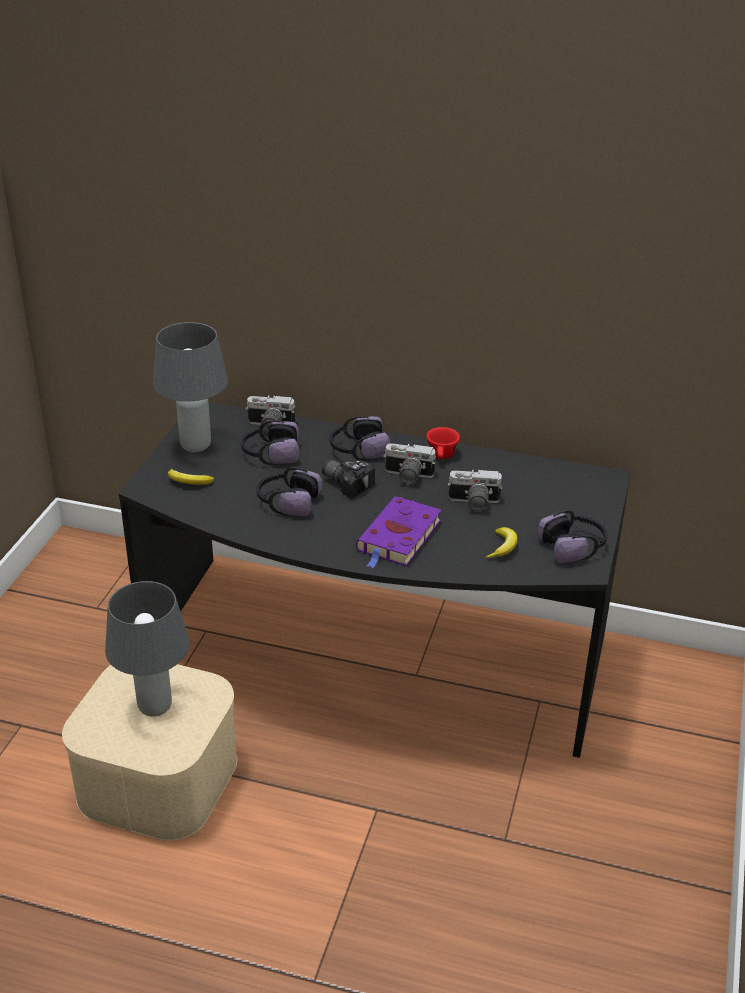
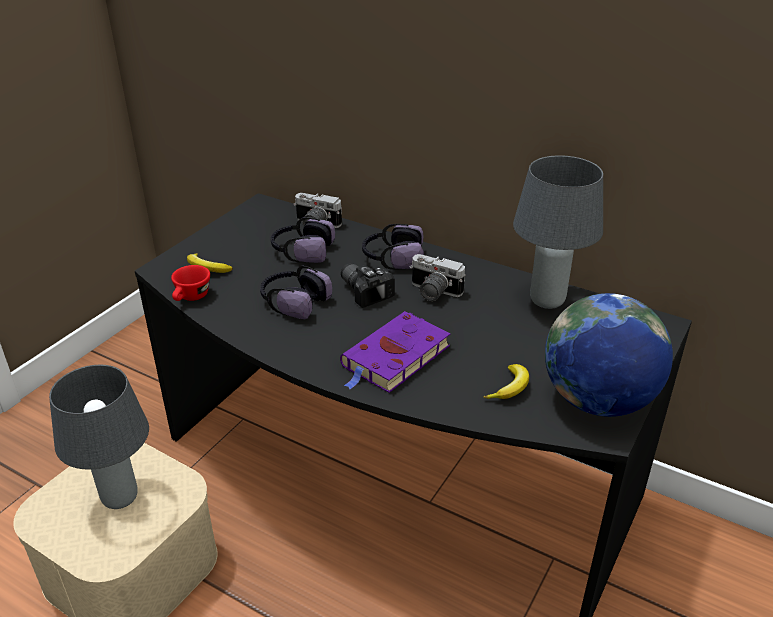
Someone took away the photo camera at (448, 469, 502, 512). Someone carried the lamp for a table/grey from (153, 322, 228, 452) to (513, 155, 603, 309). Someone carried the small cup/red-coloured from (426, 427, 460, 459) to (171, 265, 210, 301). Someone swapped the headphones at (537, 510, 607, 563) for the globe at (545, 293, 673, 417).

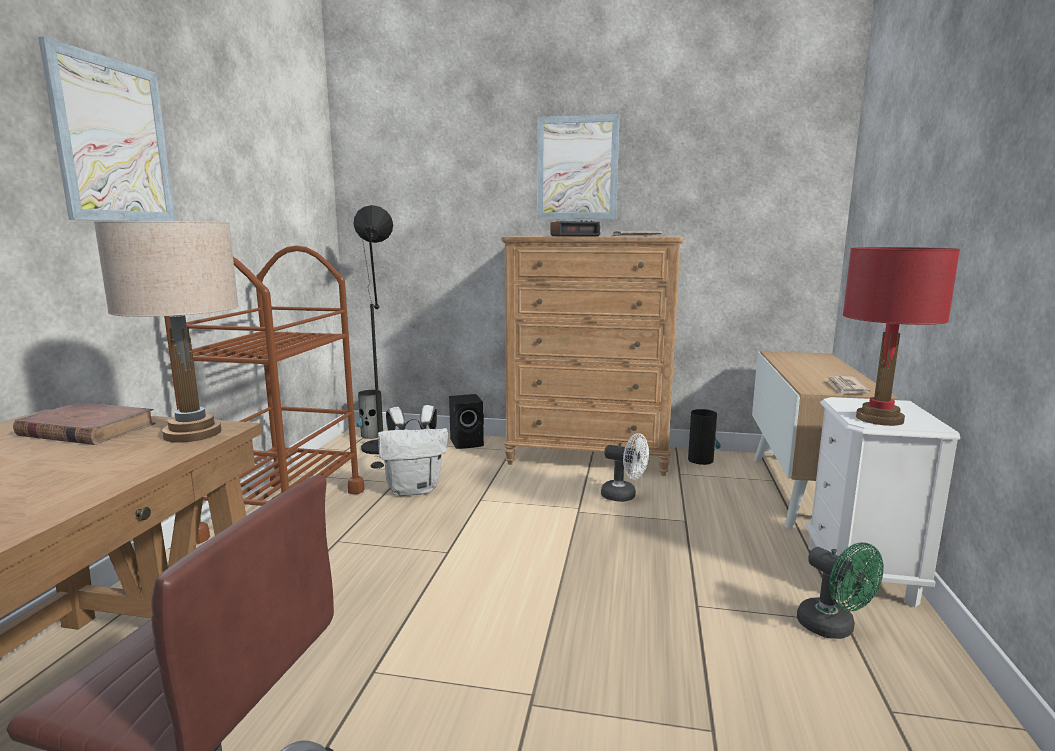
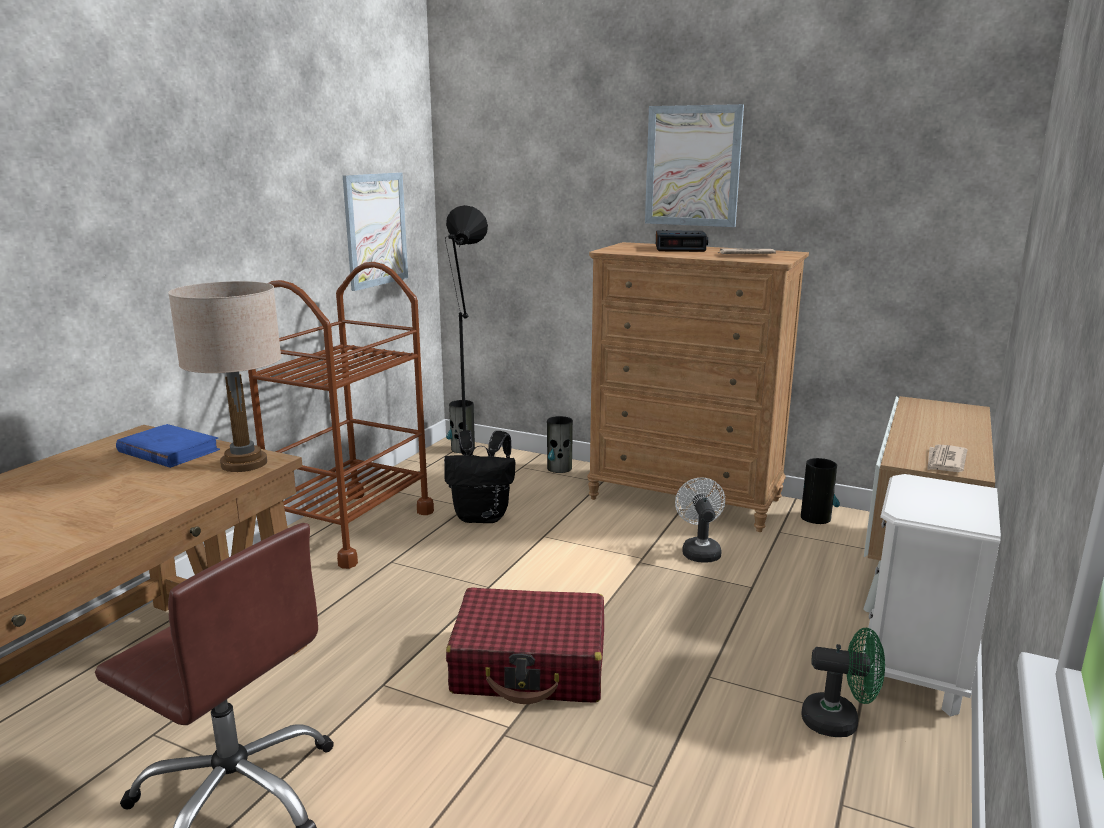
Someone took away the lamp for a table/red-coloured at (843, 247, 960, 426). Someone put down the piece of luggage/red-coloured at (446, 587, 604, 704). Someone carried the wall art from (38, 37, 175, 221) to (343, 173, 408, 291). Someone swapped the loudspeaker/black at (449, 394, 484, 449) for the flower vase at (547, 416, 573, 473). Someone repainted the bound book/brown-coloured at (13, 402, 156, 445), which became the bound book/blue-coloured at (116, 424, 220, 468). Someone repainted the backpack/white at (378, 405, 448, 496), which became the backpack/black at (444, 430, 515, 523). Someone rotated the cooling fan/white at (601, 433, 649, 502) by 135 degrees counterclockwise. Someone rotated the cooling fan/green at (797, 542, 884, 639) by 60 degrees counterclockwise.

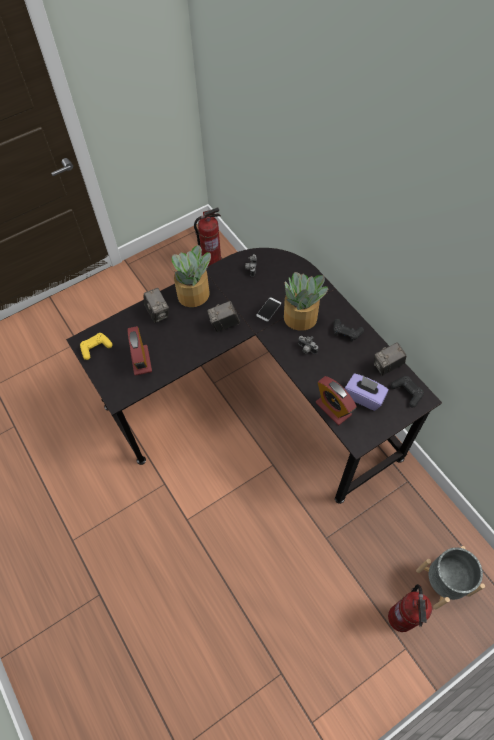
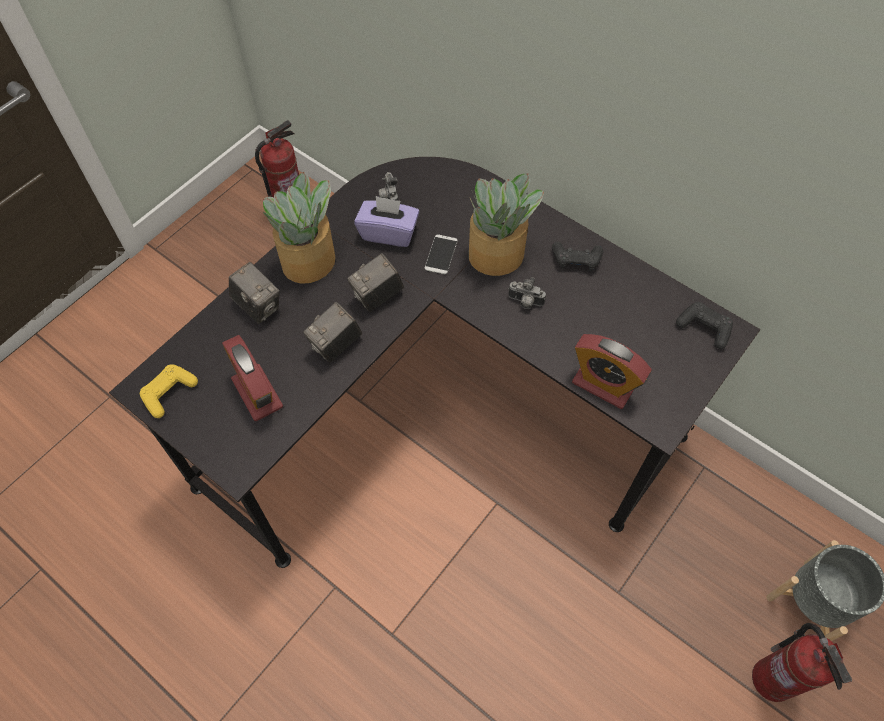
Someone carried the tissue box/purple-coloured from (345, 374, 389, 411) to (354, 196, 420, 247). Someone carried the photo camera from (374, 342, 406, 376) to (303, 302, 362, 363).

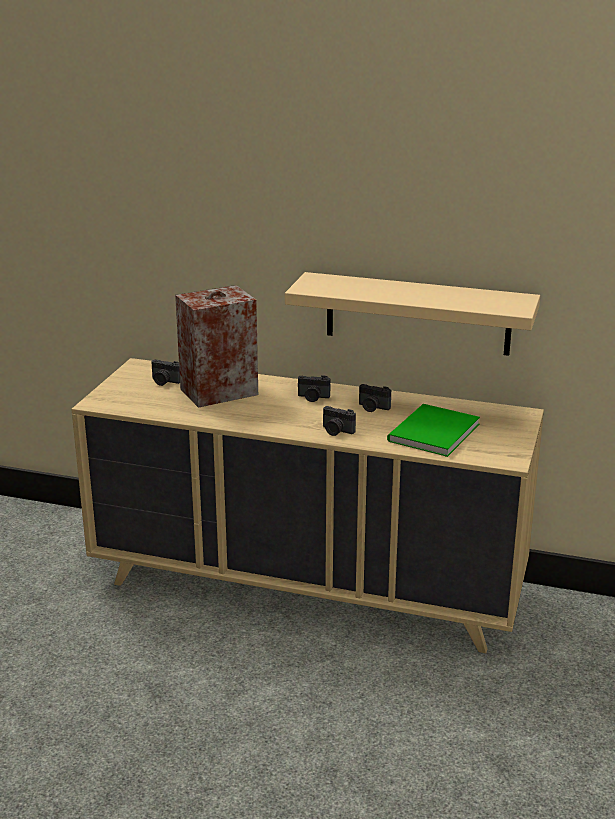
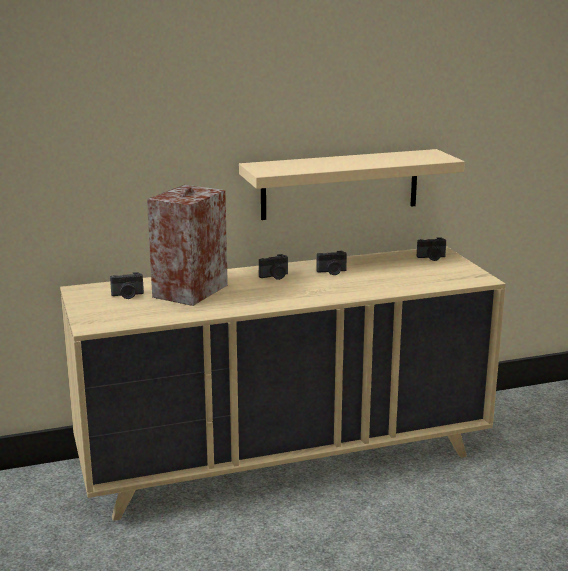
Someone took away the bound book/green at (387, 404, 480, 457). Someone carried the photo camera from (323, 406, 356, 436) to (417, 238, 446, 261).

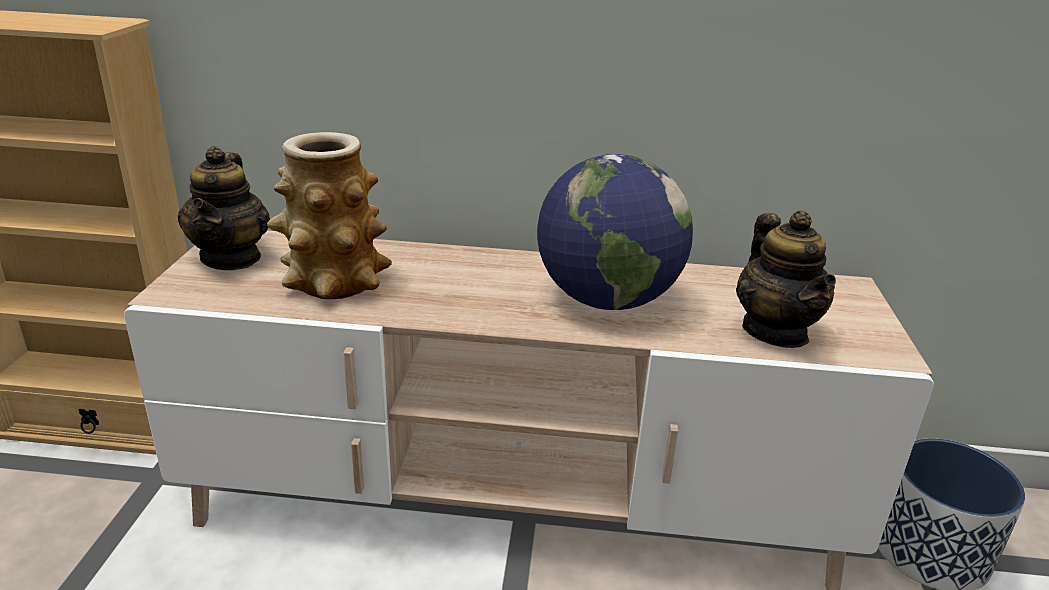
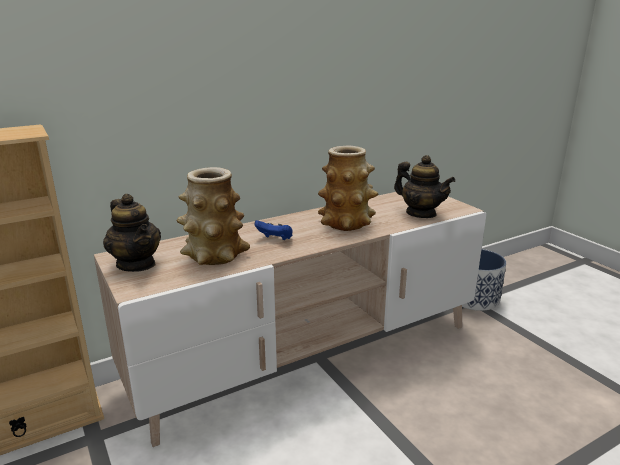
Someone put down the game controller/blue-coloured at (254, 220, 292, 240). Someone swapped the globe at (537, 154, 693, 310) for the flower vase at (318, 145, 378, 231).

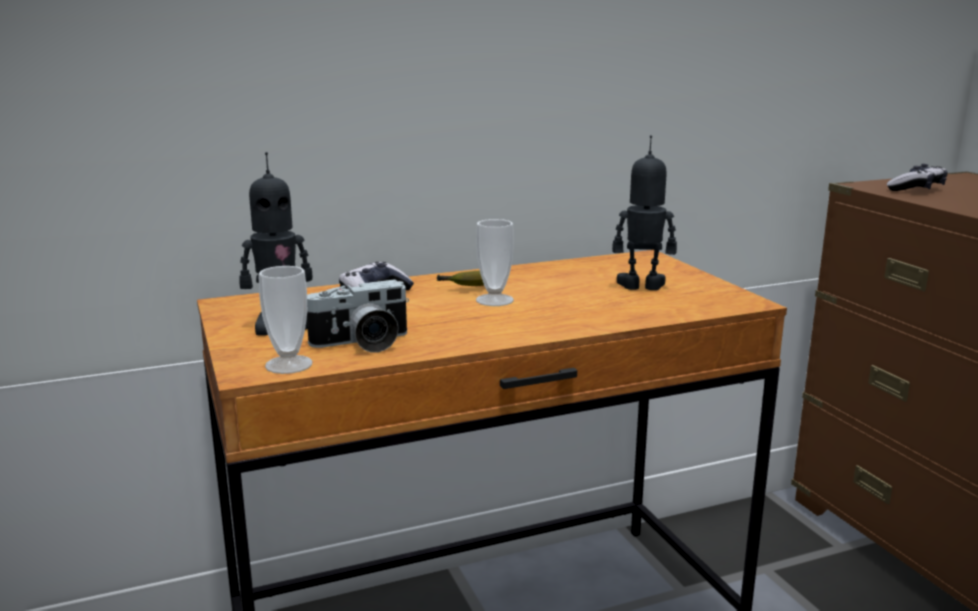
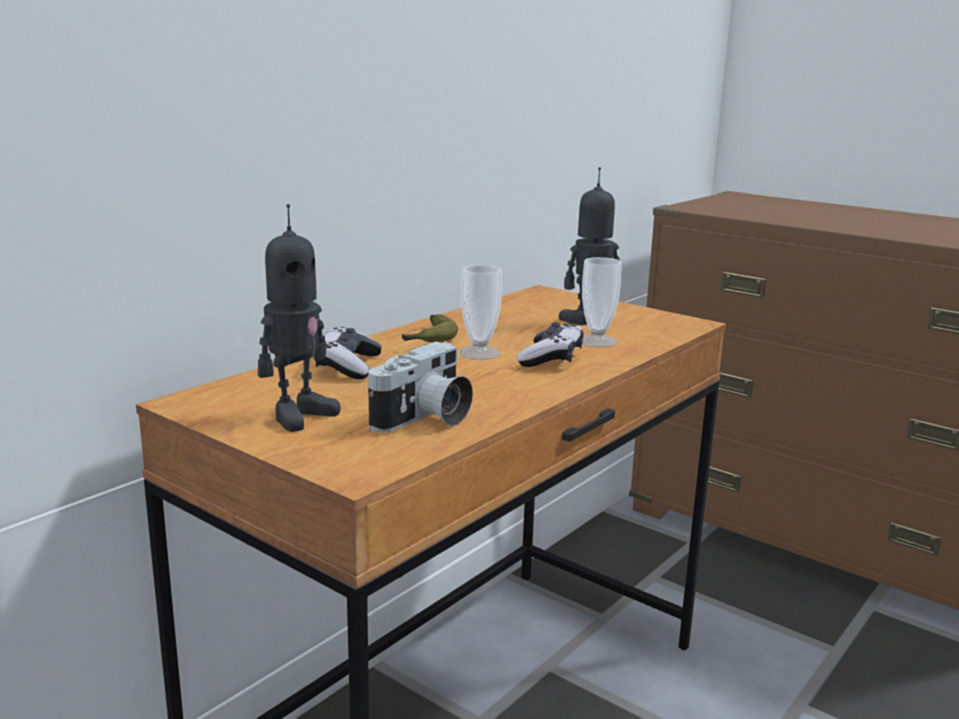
Someone carried the small cup from (258, 266, 313, 374) to (582, 257, 622, 347). Someone carried the game controller from (887, 164, 947, 191) to (517, 322, 584, 367).

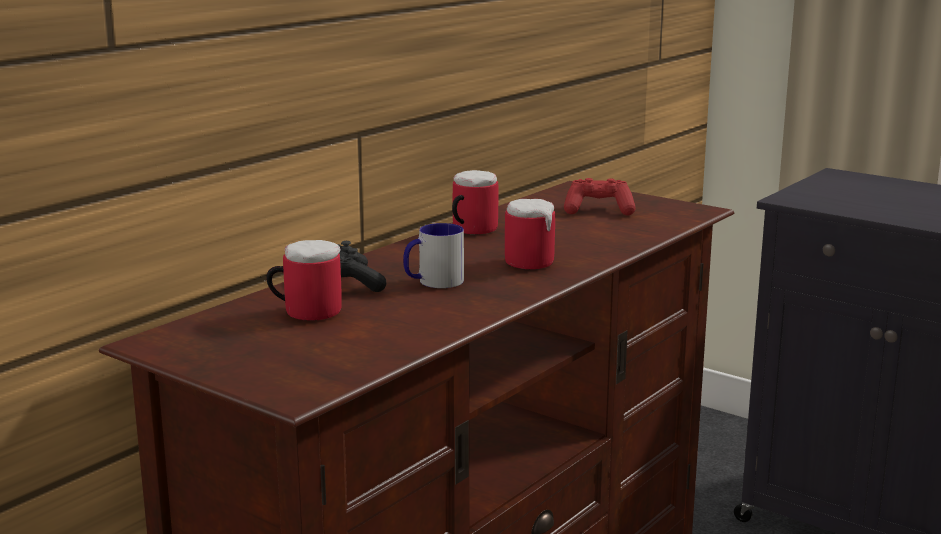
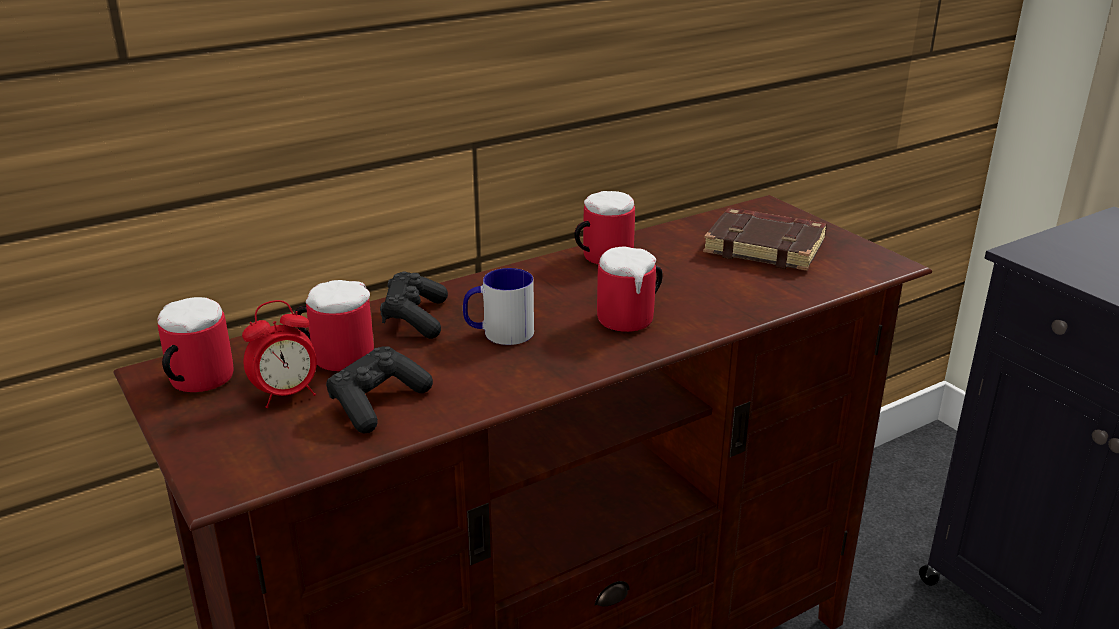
Someone put down the tea mug at (158, 297, 234, 392). Someone put down the table clock at (242, 300, 317, 408). Someone put down the game controller/black at (326, 347, 433, 433). Someone swapped the game controller/red-coloured at (564, 178, 636, 216) for the bound book/brown-coloured at (703, 208, 827, 271).

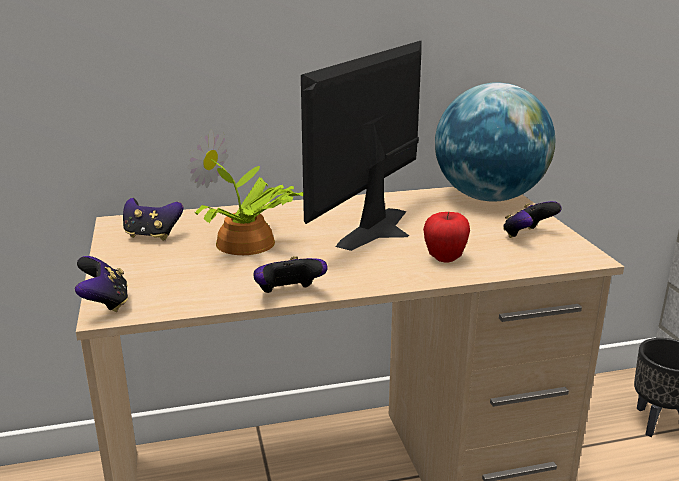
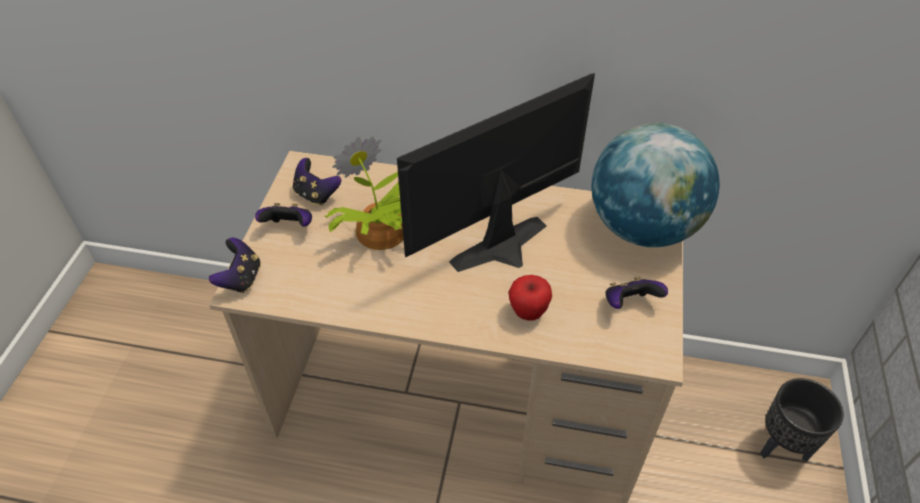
Someone carried the game controller from (253, 256, 328, 293) to (255, 203, 312, 227).

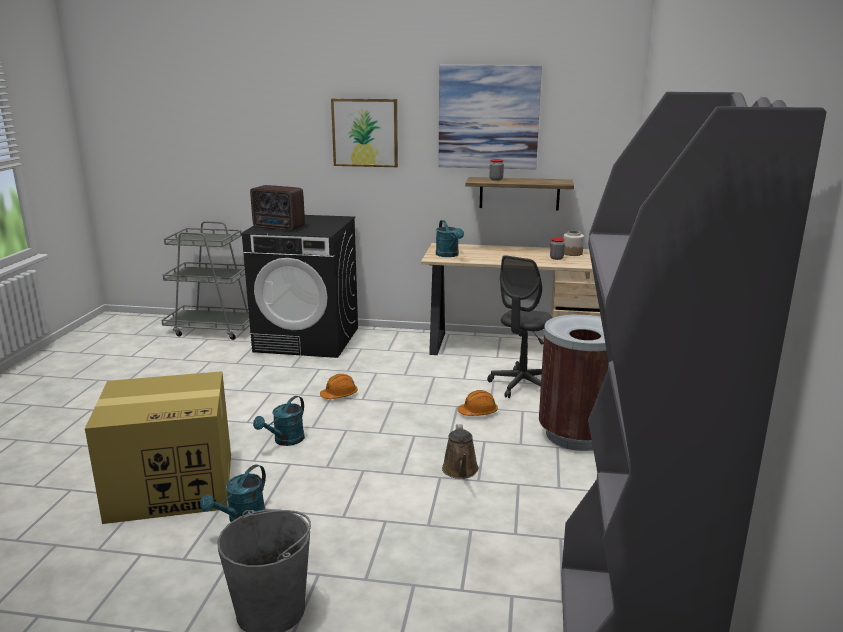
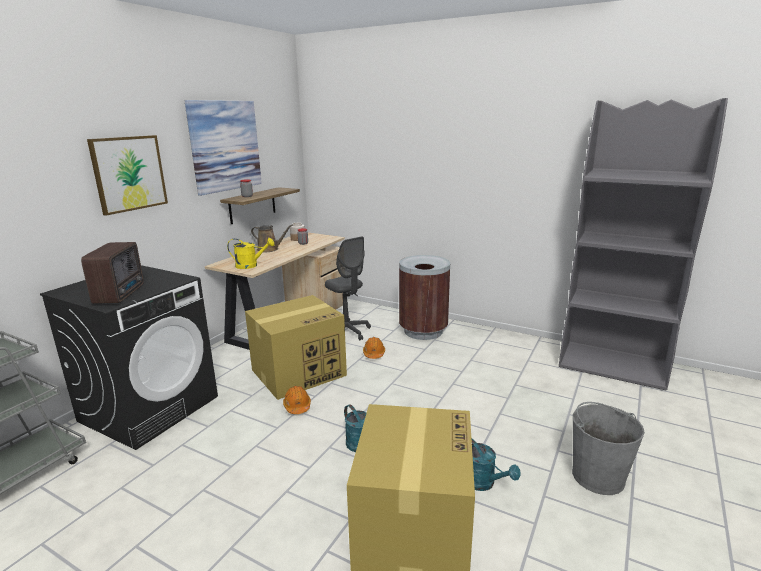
Someone put down the packing box at (245, 295, 347, 400). Someone carried the watering can/brown-coloured from (442, 424, 479, 479) to (251, 225, 293, 252). Someone repainted the watering can/turquoise-coloured at (436, 220, 464, 257), which became the watering can/yellow at (227, 238, 274, 269). Someone rotated the radio set at (250, 185, 305, 231) by 45 degrees counterclockwise.

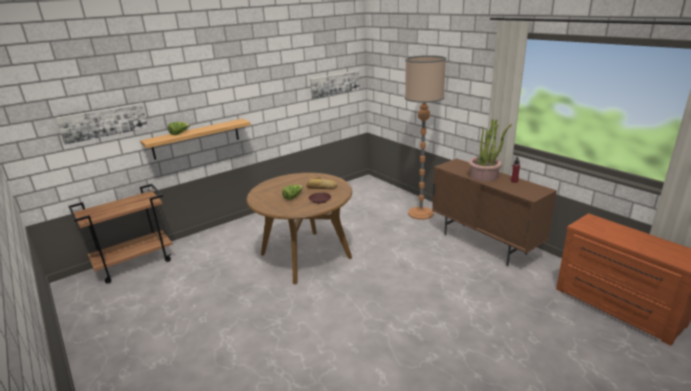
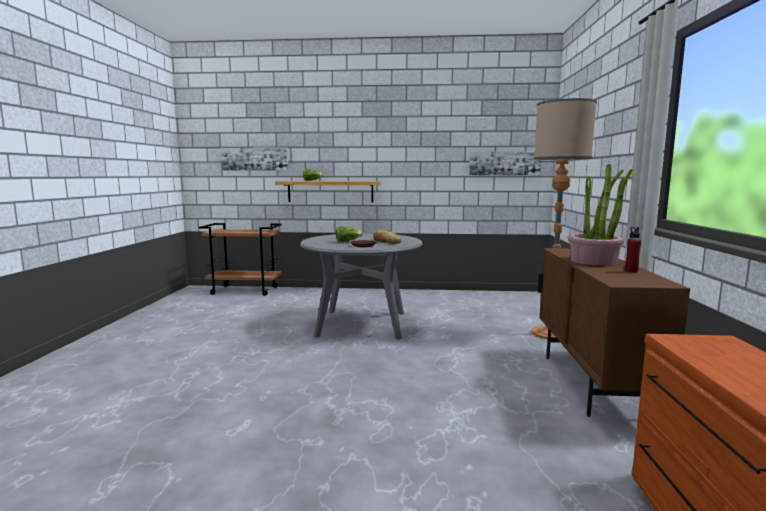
Someone repainted the dining table/brown-coloured at (246, 173, 352, 284), which became the dining table/grey at (300, 233, 423, 340).

